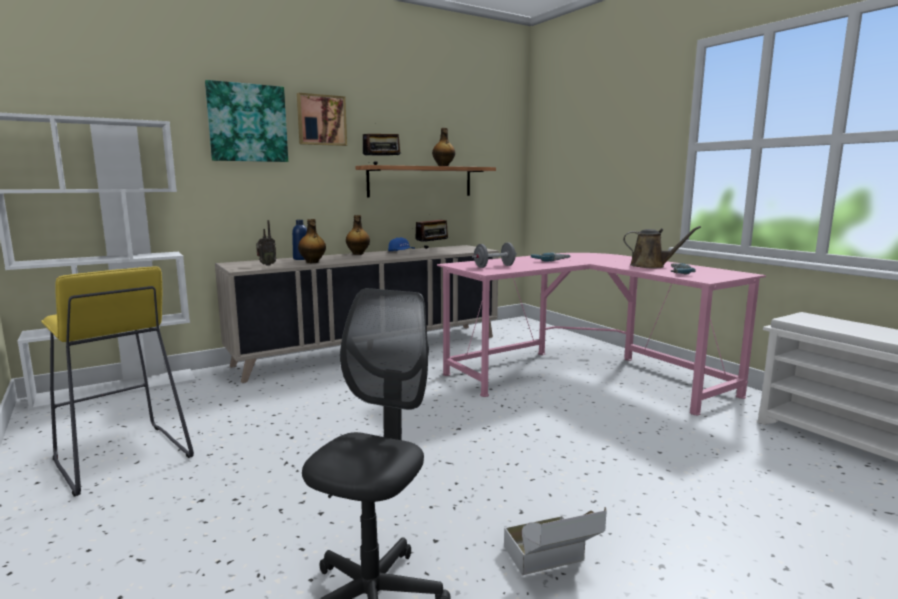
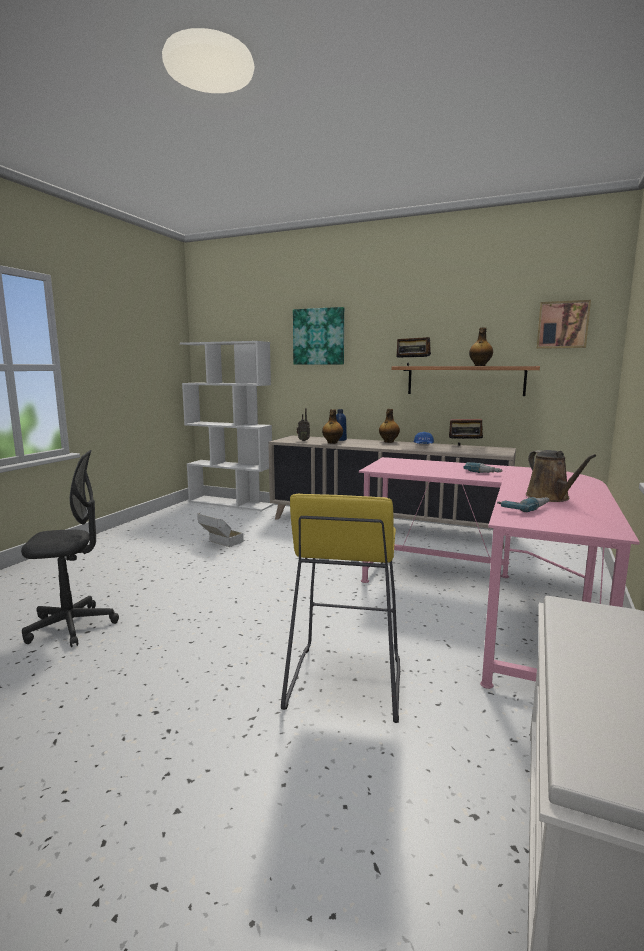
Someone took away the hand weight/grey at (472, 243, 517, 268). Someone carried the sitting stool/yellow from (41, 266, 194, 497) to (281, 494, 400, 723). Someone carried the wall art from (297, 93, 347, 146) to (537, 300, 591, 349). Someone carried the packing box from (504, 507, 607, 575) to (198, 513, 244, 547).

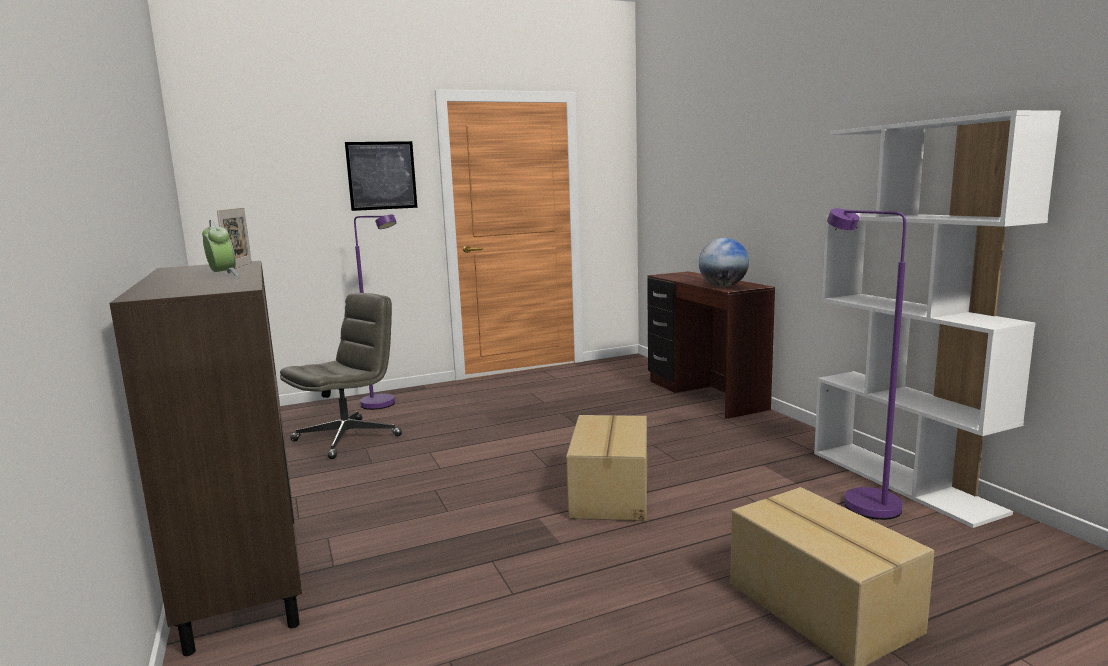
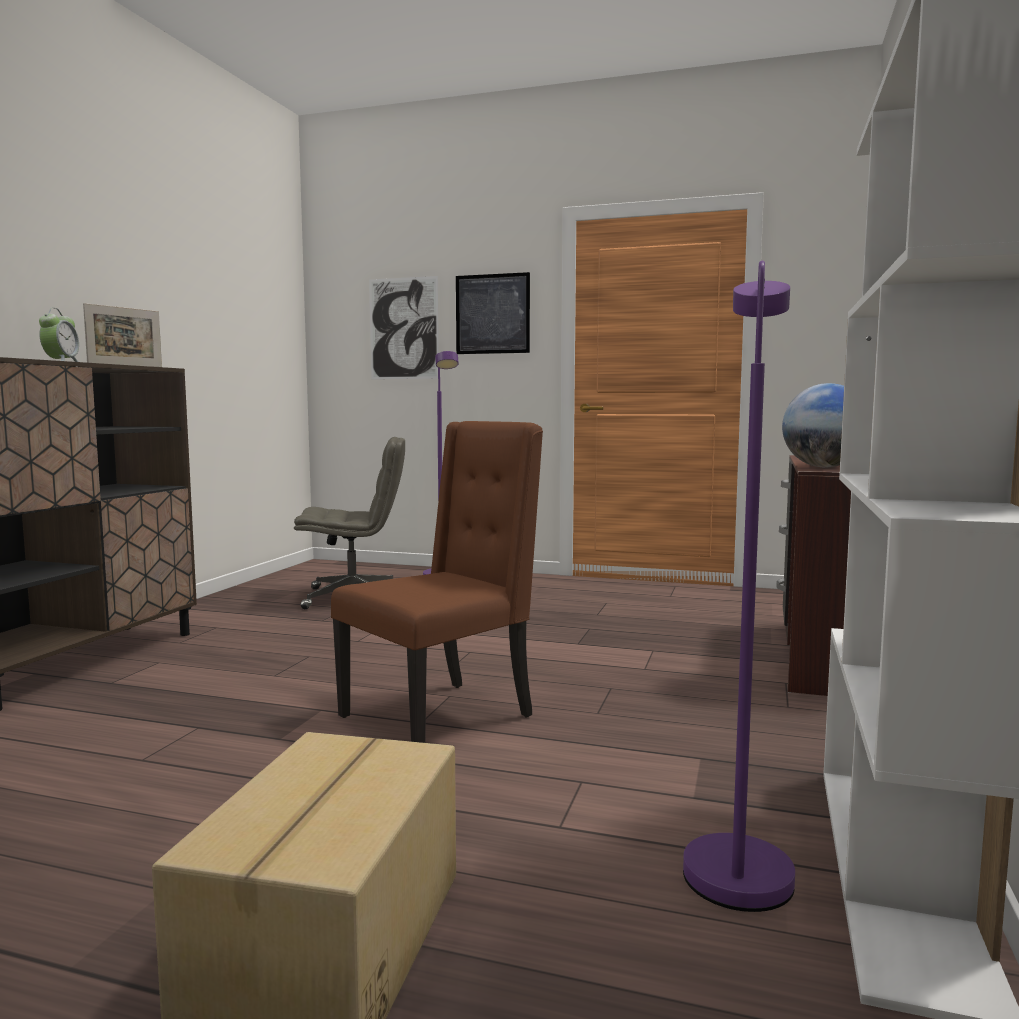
Someone put up the wall art at (369, 276, 439, 379). Someone swapped the packing box at (566, 415, 647, 521) for the plain chair/brown-coloured at (331, 421, 543, 743).

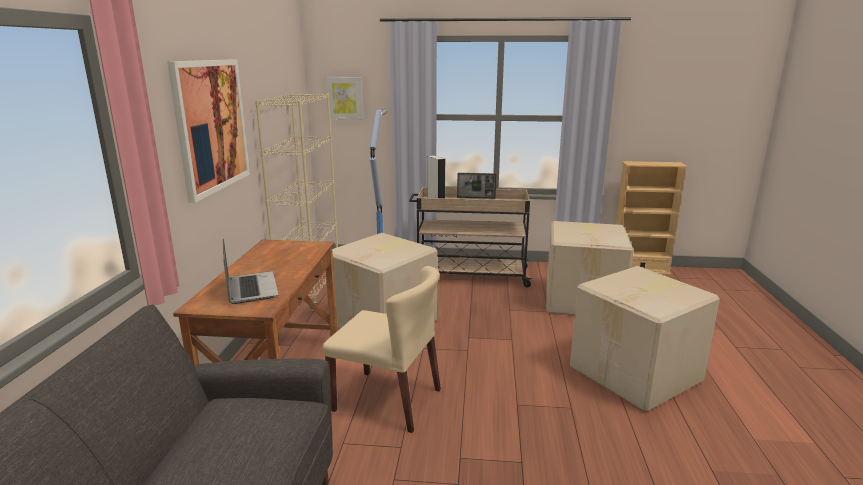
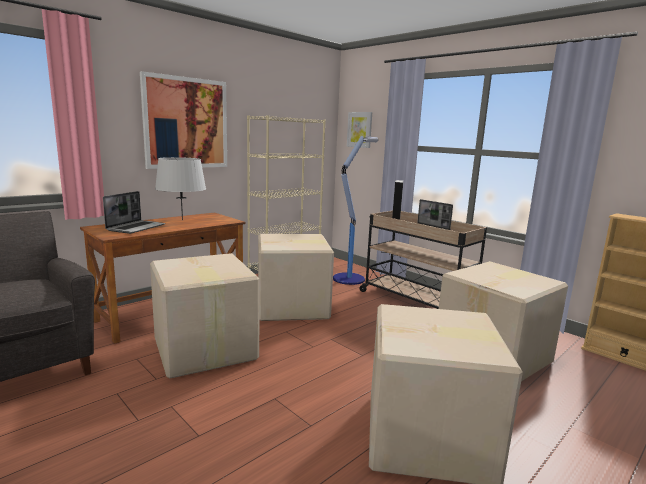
Someone put down the lamp for a table/grey at (155, 157, 206, 220). Someone swapped the plain chair/beige-coloured at (322, 266, 441, 433) for the packing box at (150, 253, 260, 378).

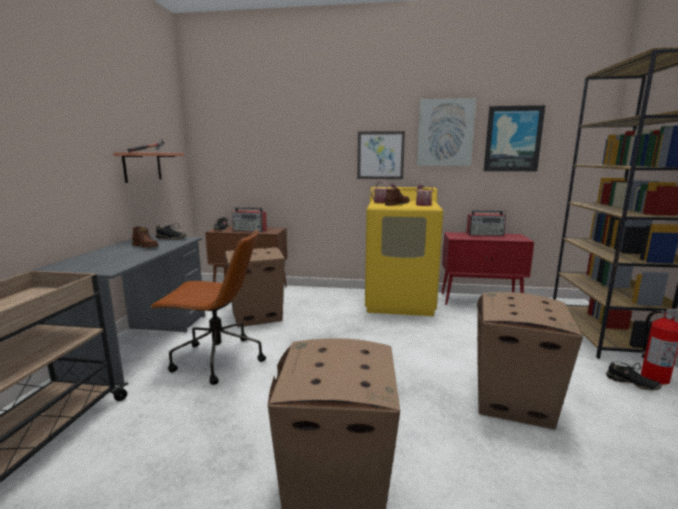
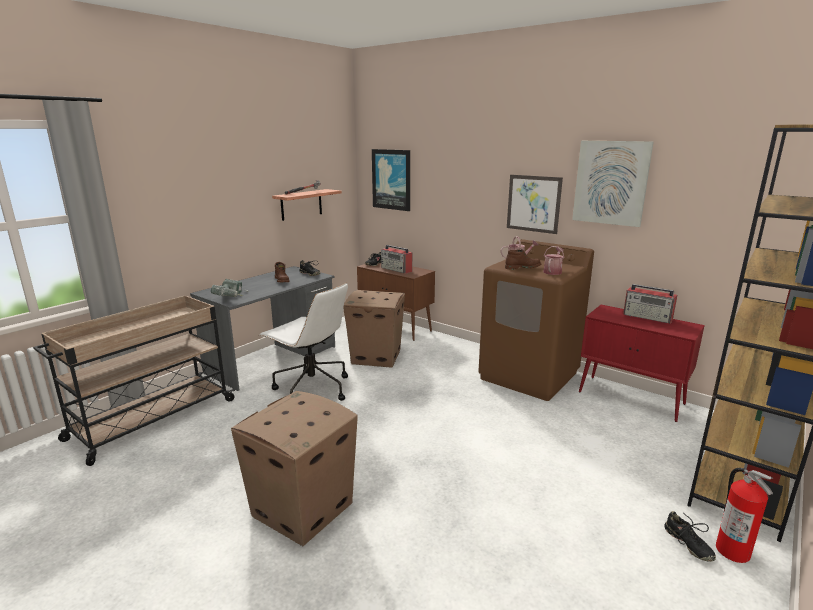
Someone took away the packing box at (477, 292, 583, 430). Someone put down the electric drill at (211, 279, 248, 297). Someone carried the wall art from (484, 105, 546, 171) to (372, 149, 410, 211). Someone repainted the desk chair/brown-coloured at (150, 229, 266, 385), which became the desk chair/white at (259, 283, 348, 401). Someone repainted the washing machine/yellow at (365, 187, 443, 316), which became the washing machine/brown-coloured at (478, 239, 594, 401).

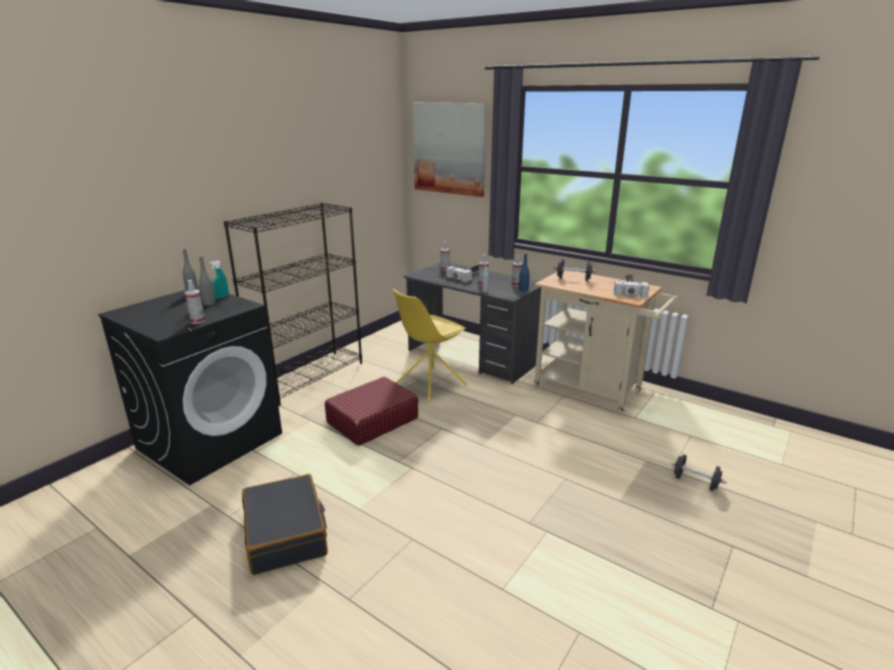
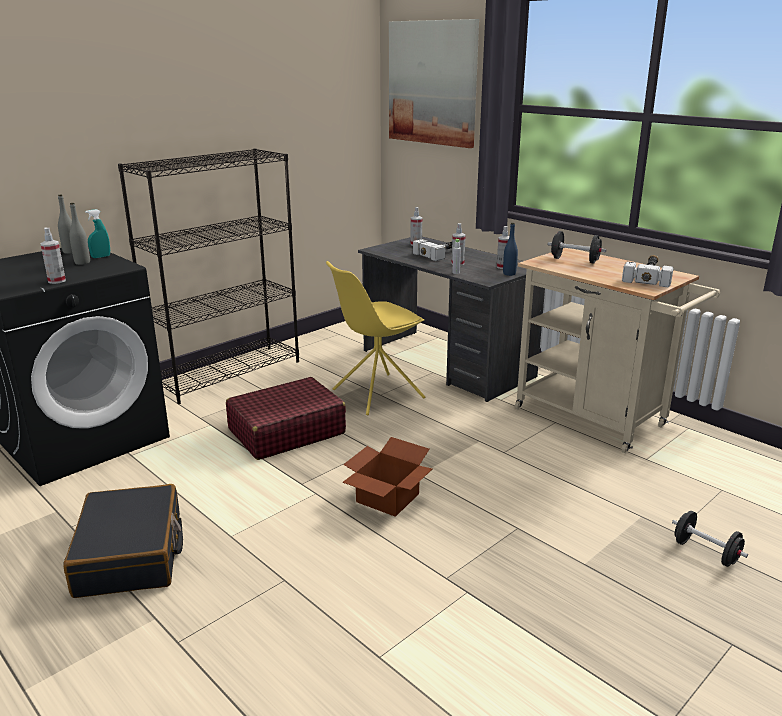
Someone put down the packing box at (342, 437, 432, 517).

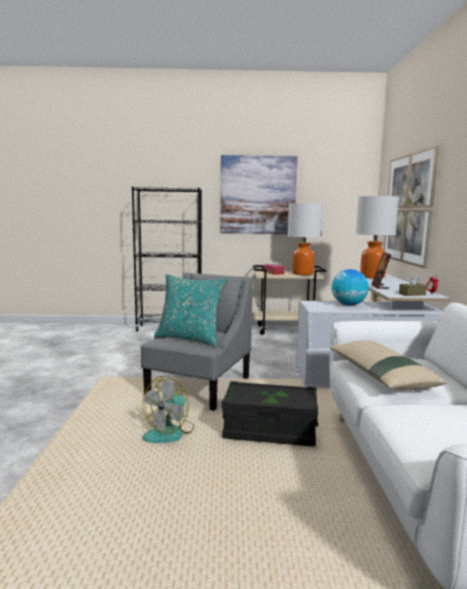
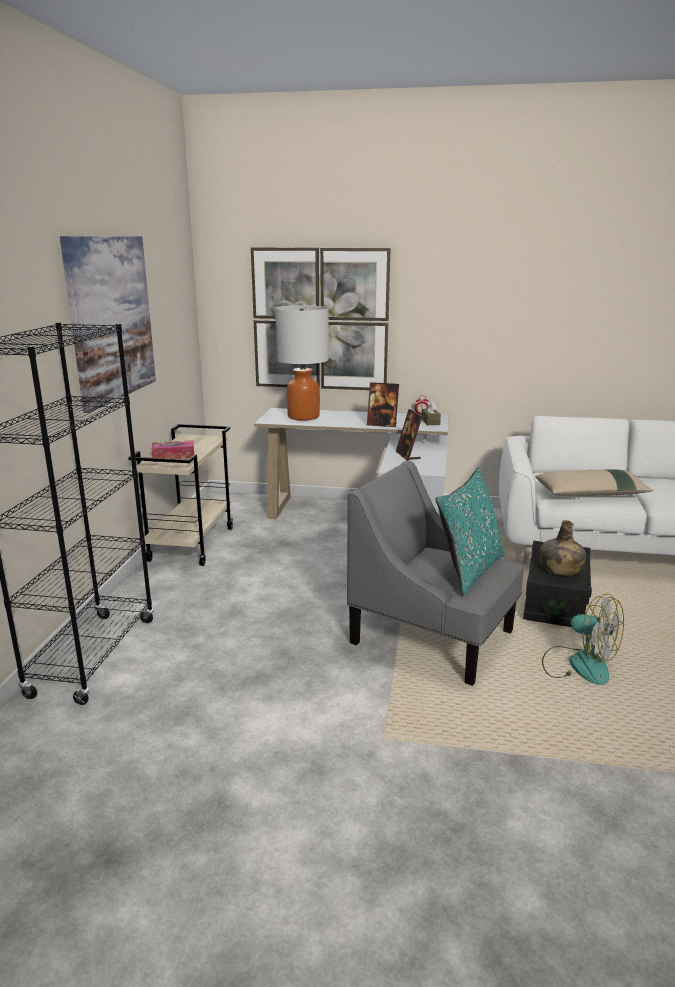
Someone took away the lamp for a table at (288, 203, 323, 275). Someone put down the beverage bottle/green at (539, 520, 586, 576). Someone swapped the globe at (331, 269, 369, 305) for the standing frame at (396, 409, 422, 461).

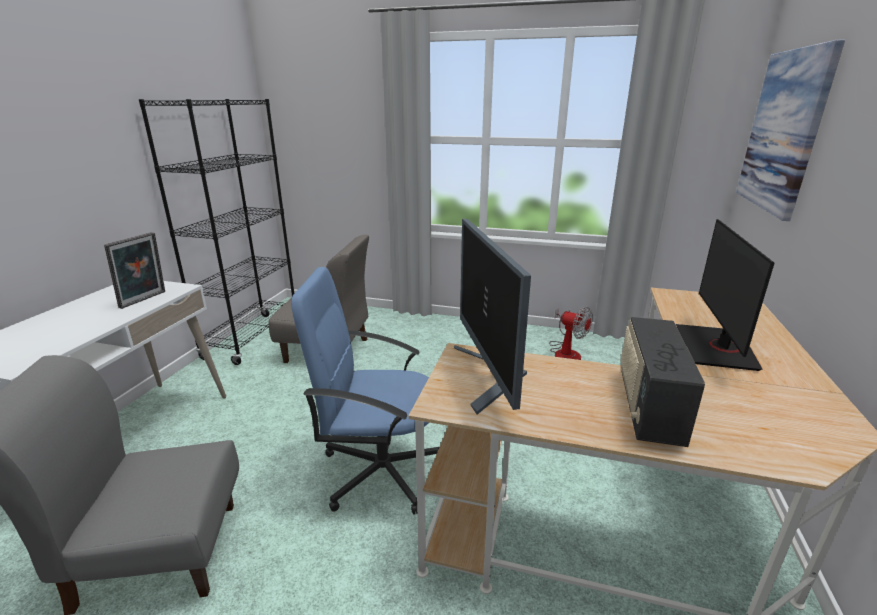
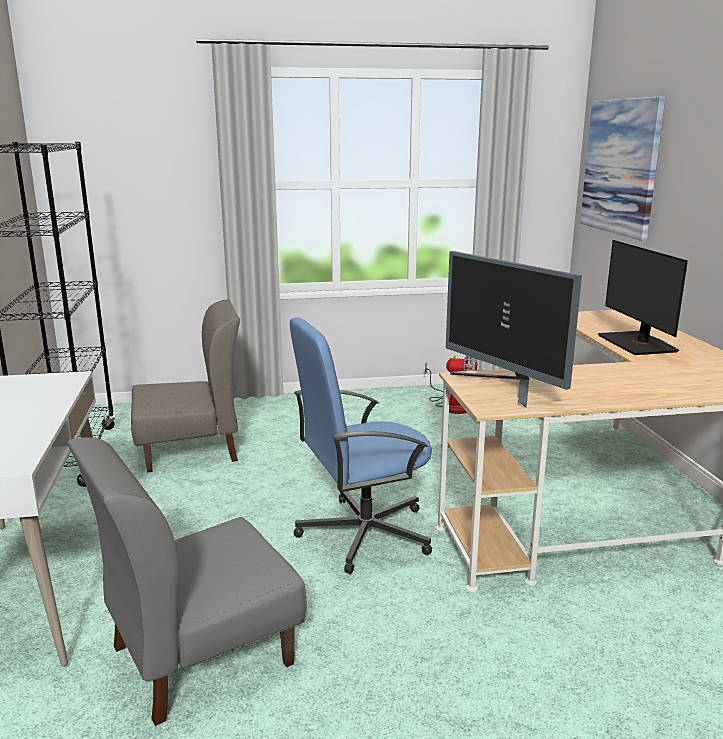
Someone took away the standing frame at (104, 232, 165, 309). Someone took away the radio set at (621, 317, 705, 447).

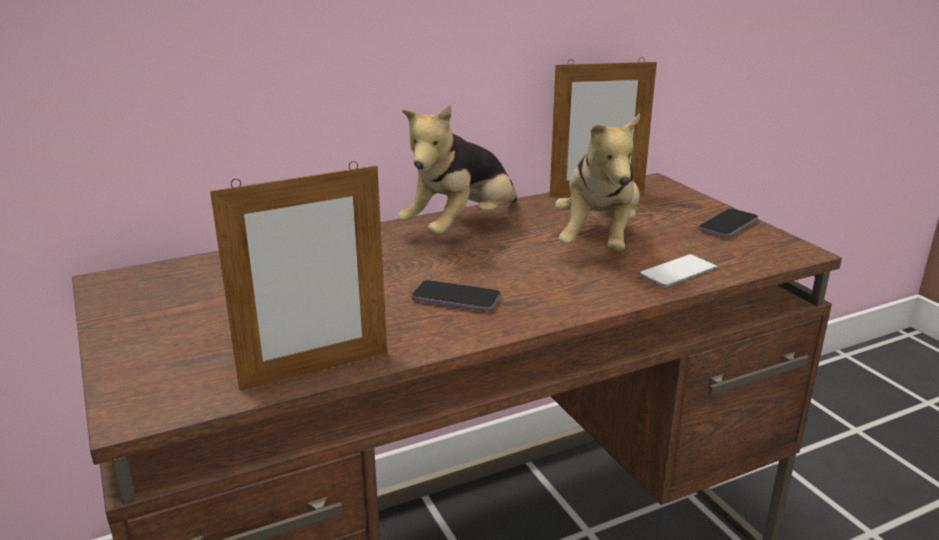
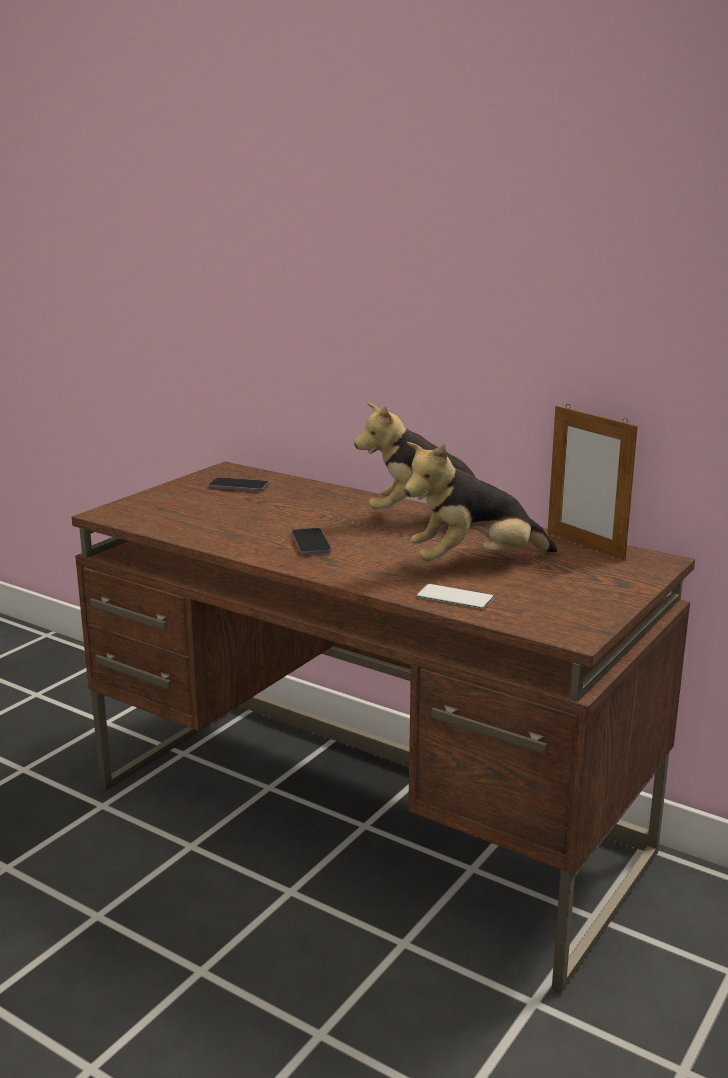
Someone took away the standing frame at (210, 161, 387, 391). Someone carried the telephone from (698, 208, 758, 237) to (209, 477, 269, 491).

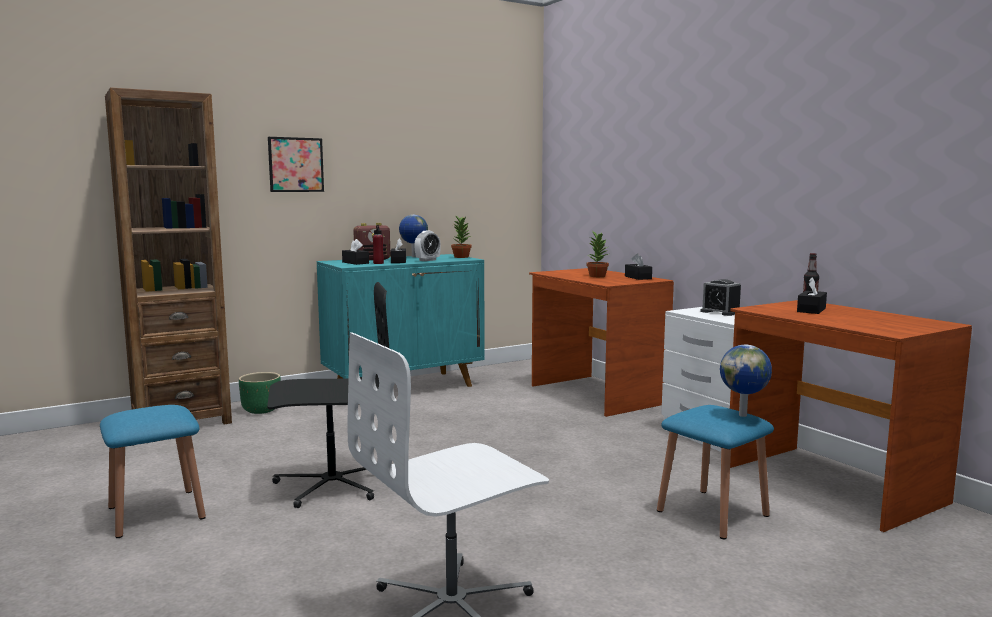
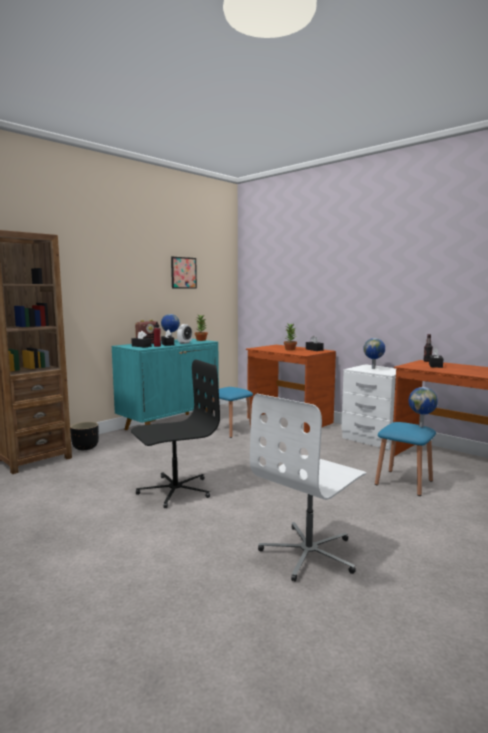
Someone carried the sitting stool/blue-coloured from (100, 405, 206, 538) to (212, 387, 253, 438). Someone carried the wall art from (268, 137, 324, 192) to (171, 257, 197, 289). Someone swapped the table clock at (701, 279, 741, 316) for the globe at (363, 338, 385, 369). Someone repainted the planter/green at (239, 372, 281, 414), which became the planter/black at (70, 422, 99, 450).

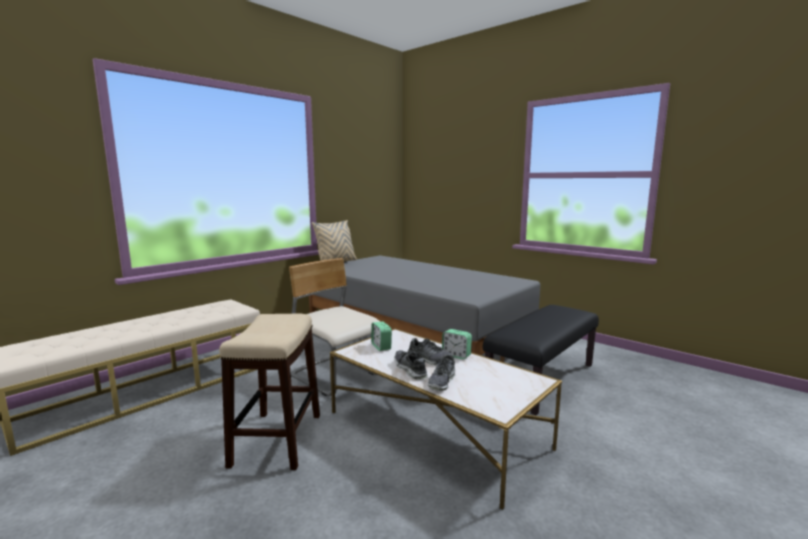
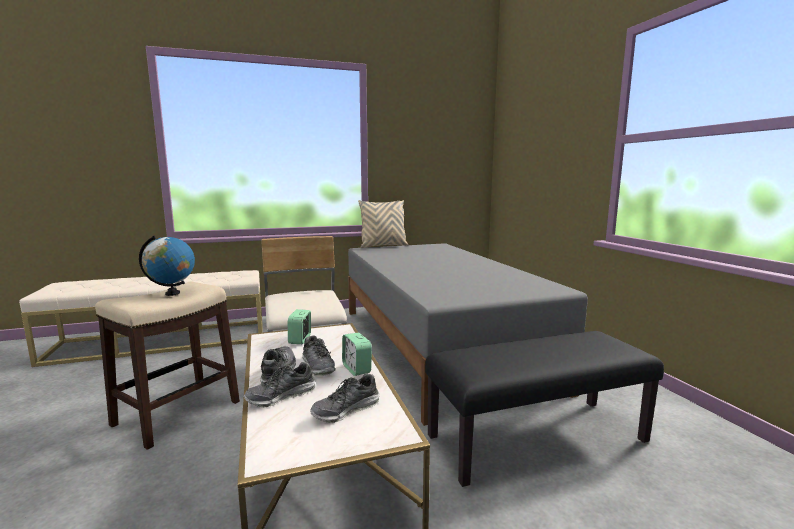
Someone put down the globe at (139, 236, 195, 296). Someone put down the shoe at (310, 373, 380, 423).

